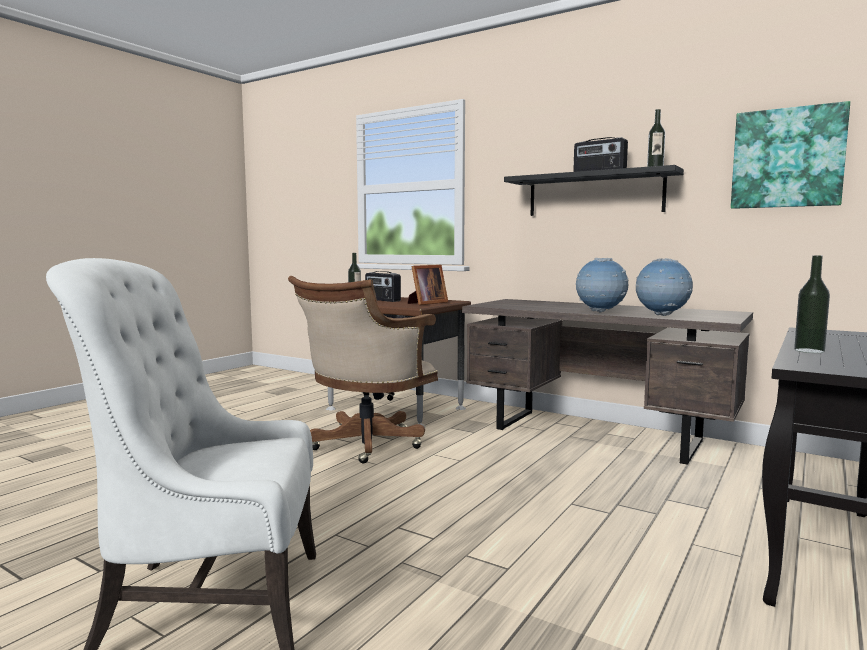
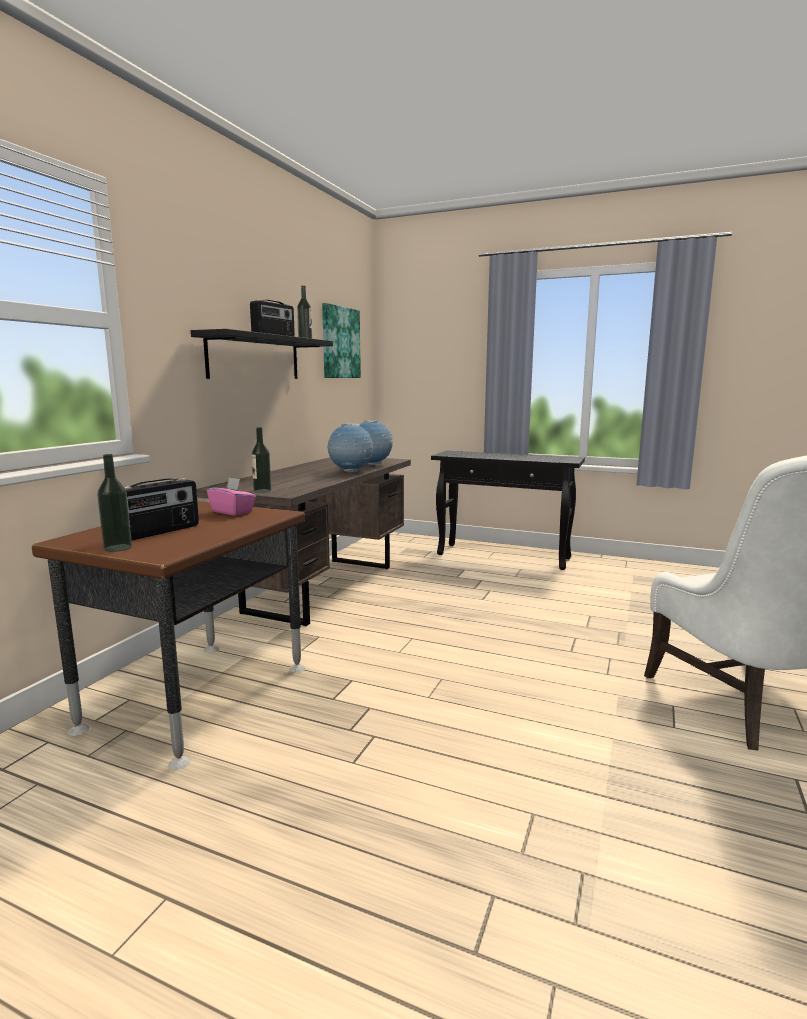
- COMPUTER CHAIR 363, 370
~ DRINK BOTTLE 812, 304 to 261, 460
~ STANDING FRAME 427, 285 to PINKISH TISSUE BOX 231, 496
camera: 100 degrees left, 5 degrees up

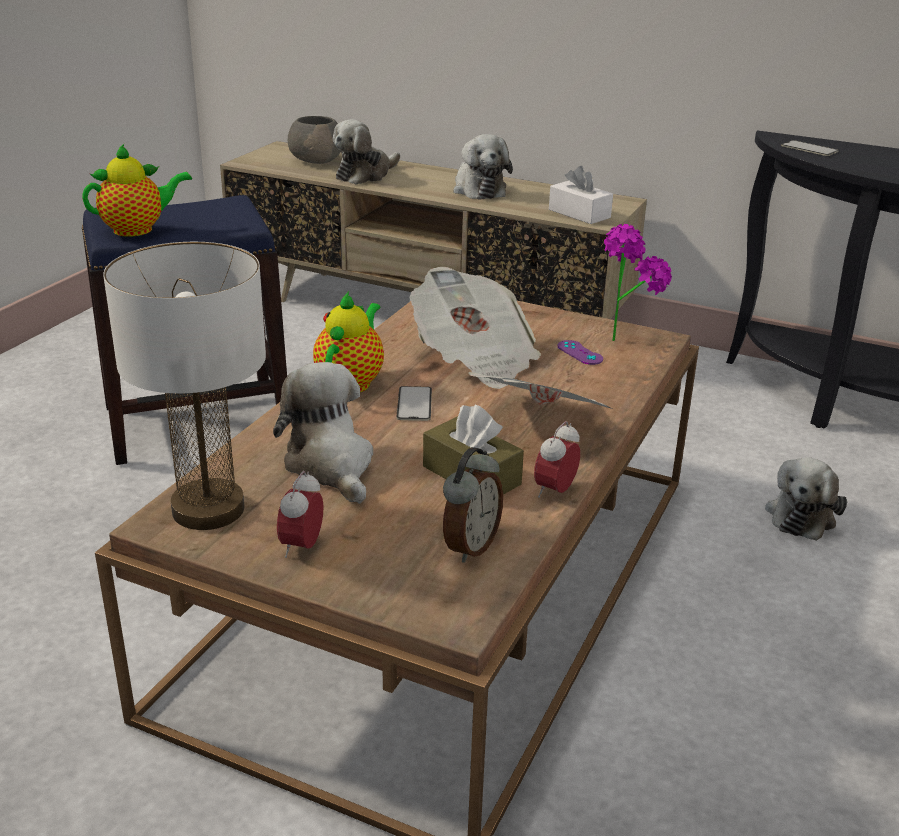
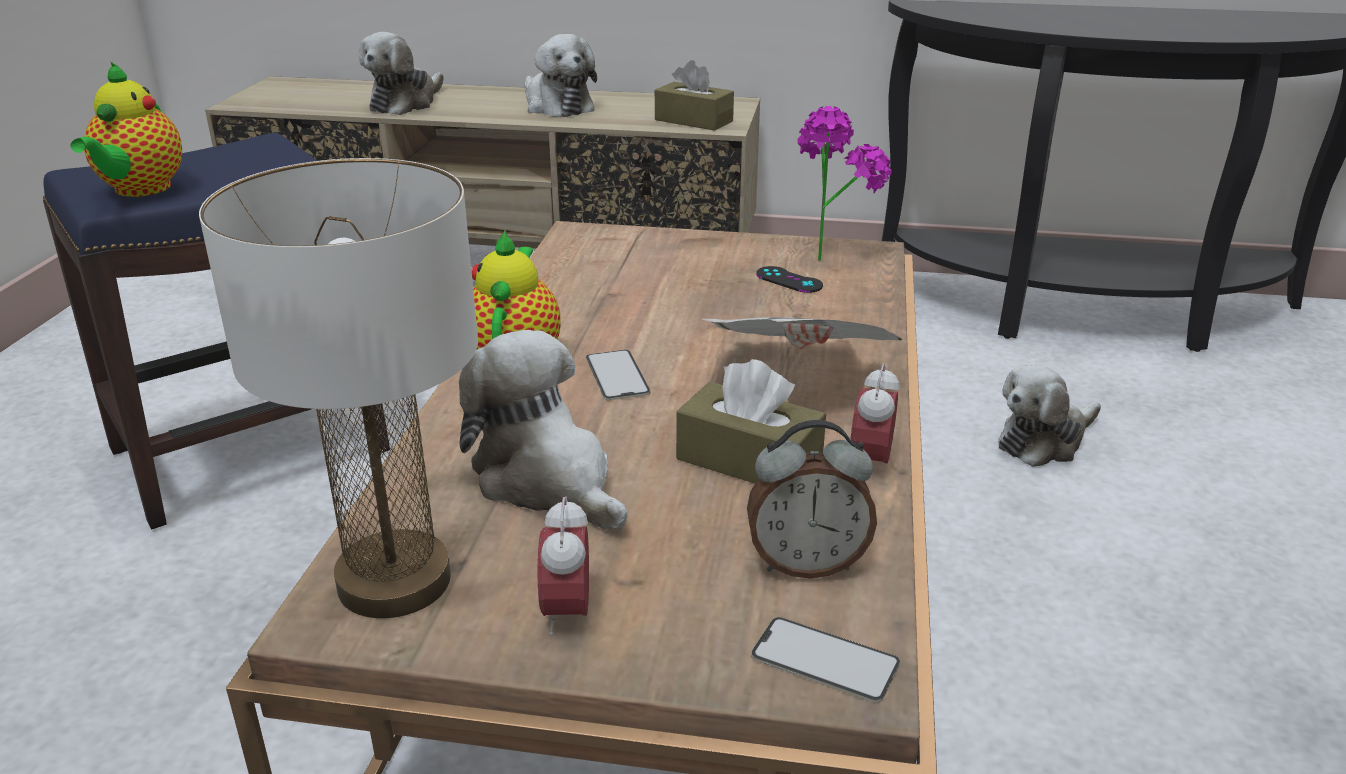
- GRAY DEEP DISH 314, 140
- DAILY PAPER 475, 328
~ HANDSET 810, 148 to 825, 660
~ WHITE-COLOURED TISSUE BOX 581, 195 to BROWN TISSUE BOX 694, 95
~ PURPLE-COLOURED GAME CONTROLLER 580, 352 to BLACKISH GAME CONTROLLER 789, 279
~ POT FOR TEA 137, 190 = 126, 129 135 degrees clockwise
~ ALARM CLOCK 473, 505 = 812, 499 75 degrees clockwise
~ SOFT TOY 806, 499 = 1049, 416 45 degrees clockwise
camera: 15 degrees left, 0 degrees up

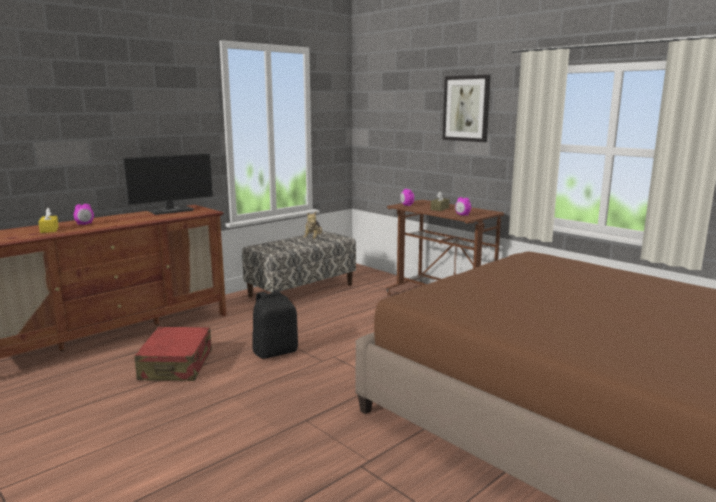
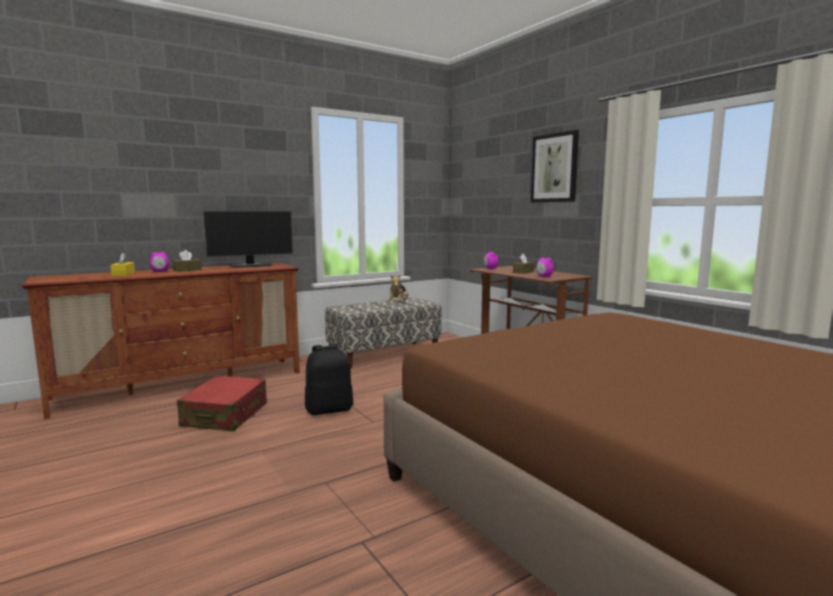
+ BROWN TISSUE BOX 187, 261
camera: 10 degrees right, 5 degrees down

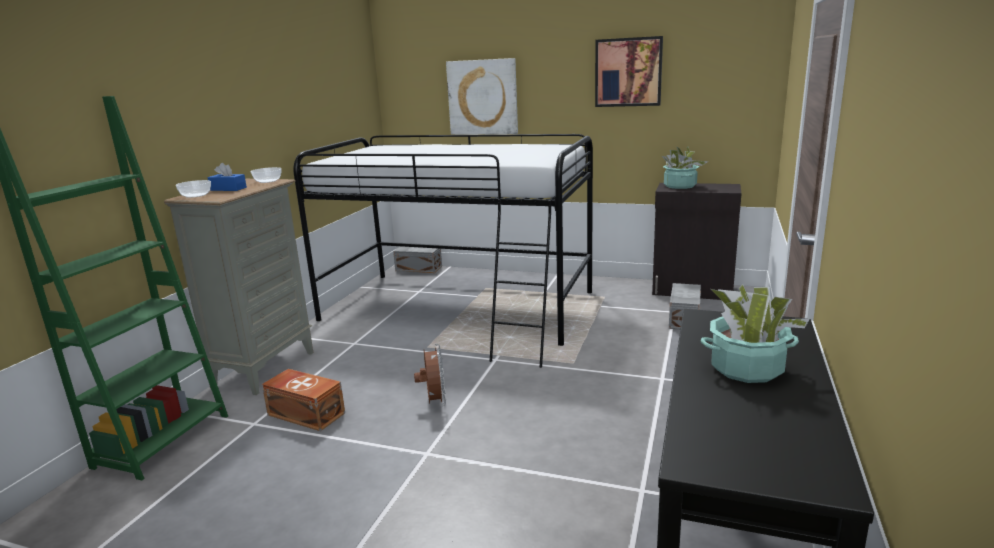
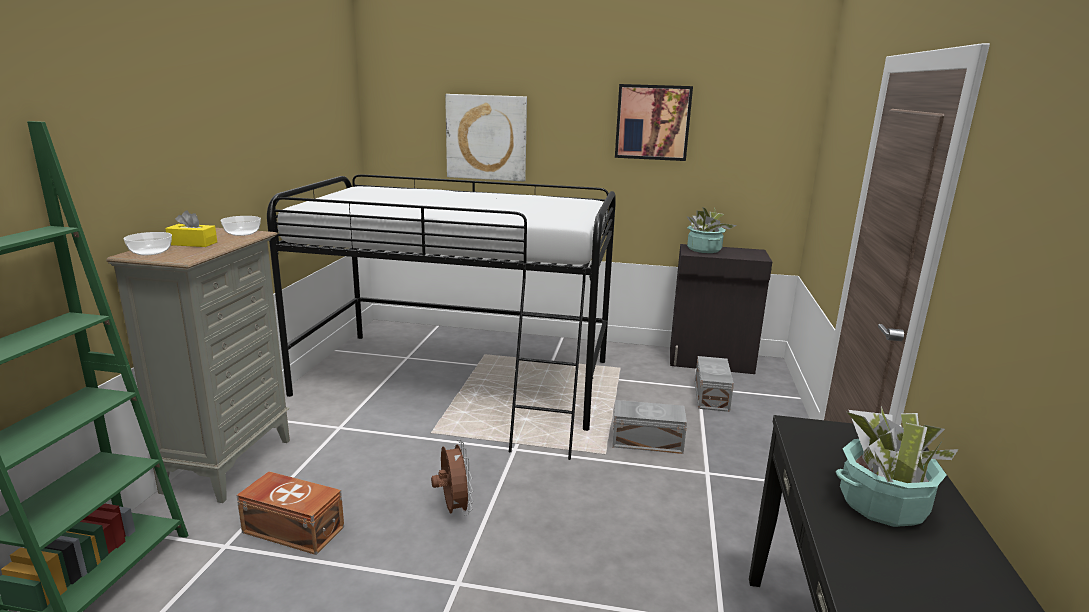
~ GRAY STORAGE BIN 417, 259 to 649, 427
~ BLUE-COLOURED TISSUE BOX 227, 177 to YELLOW TISSUE BOX 191, 228
camera: 10 degrees left, 0 degrees up

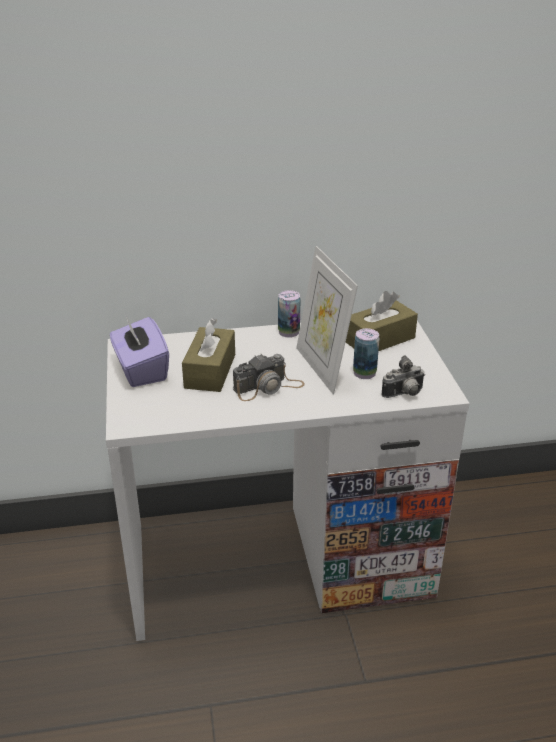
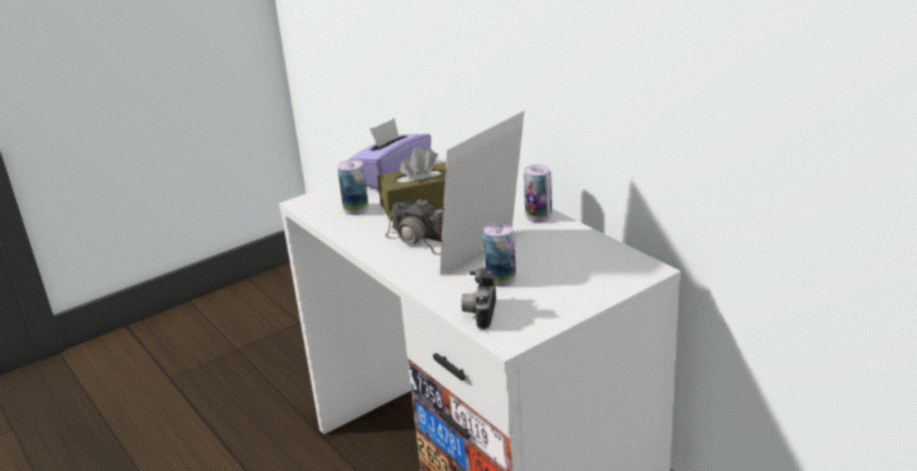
- BROWN TISSUE BOX 382, 321
+ METAL CAN 353, 187
~ STILL CAMERA 403, 376 = 478, 299 60 degrees clockwise
camera: 65 degrees right, 5 degrees down

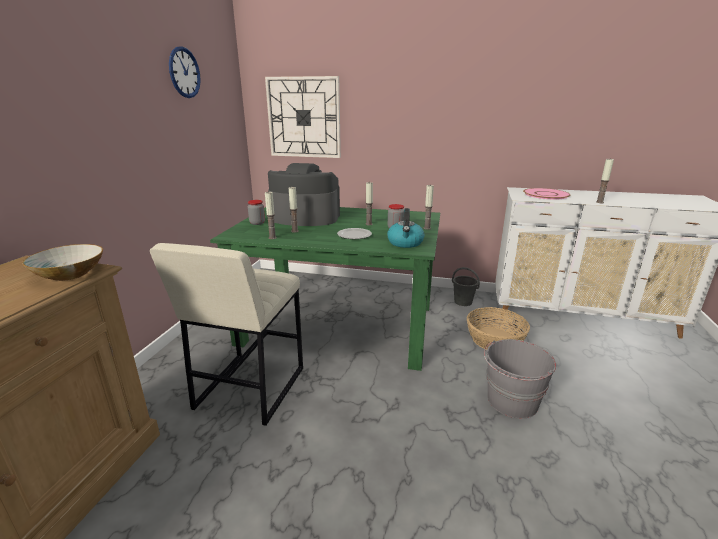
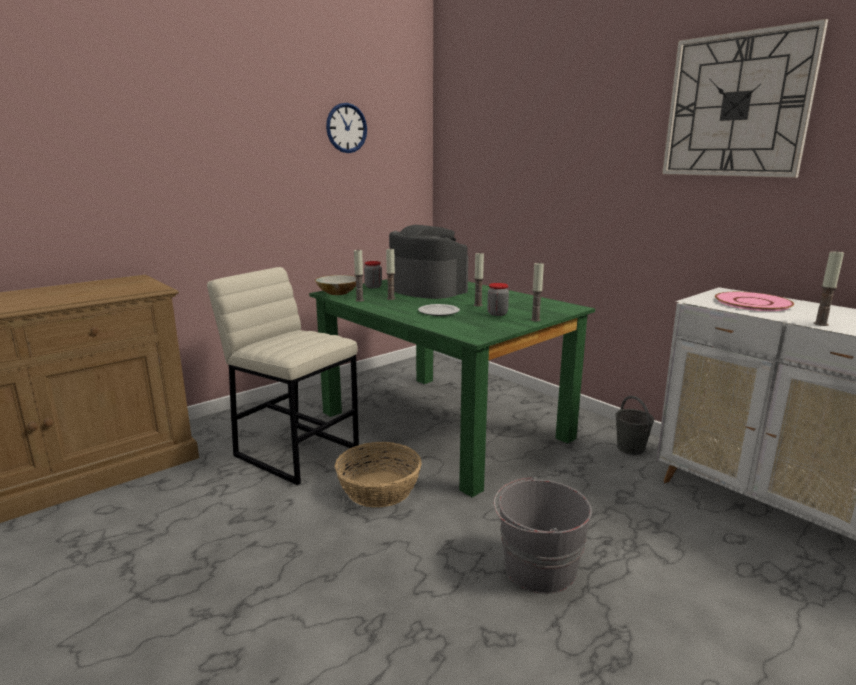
- KETTLE 405, 228
~ DEEP DISH 62, 262 to 335, 285
~ CLOCK ON THE WALL 303, 117 to 745, 98
~ HOUSEHOLD BASKET 498, 328 to 378, 475
~ BEIGE-COLOURED CHAIR 226, 334 = 283, 376 75 degrees clockwise
camera: 35 degrees right, 5 degrees down

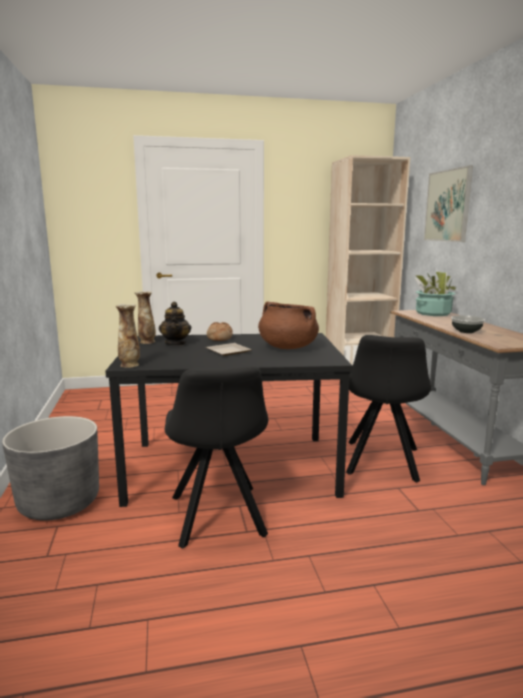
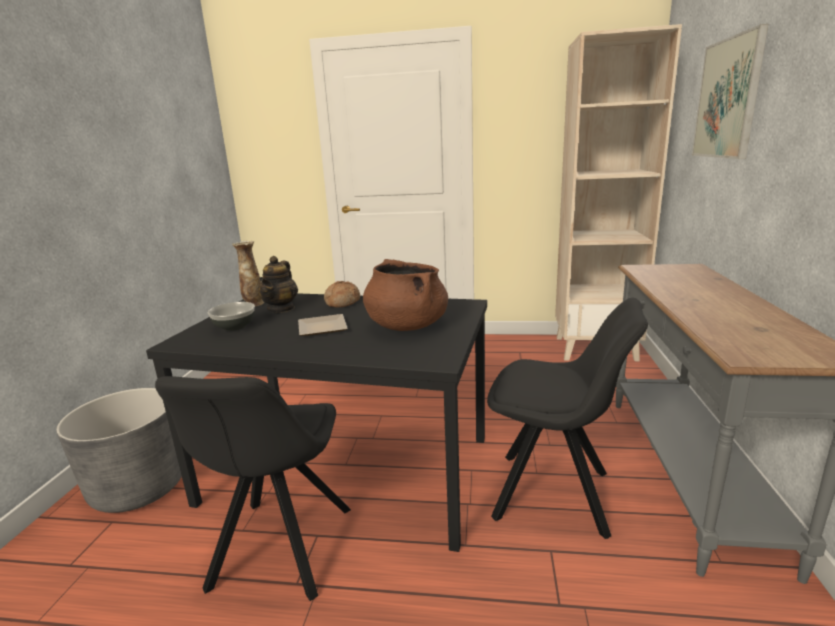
- DECORATIVE VASE 128, 336
- HOUSEPLANT 436, 293
~ DEEP DISH 468, 324 to 231, 316
~ BLACKISH CHAIR 388, 408 = 567, 418 105 degrees counterclockwise
camera: 20 degrees right, 5 degrees up

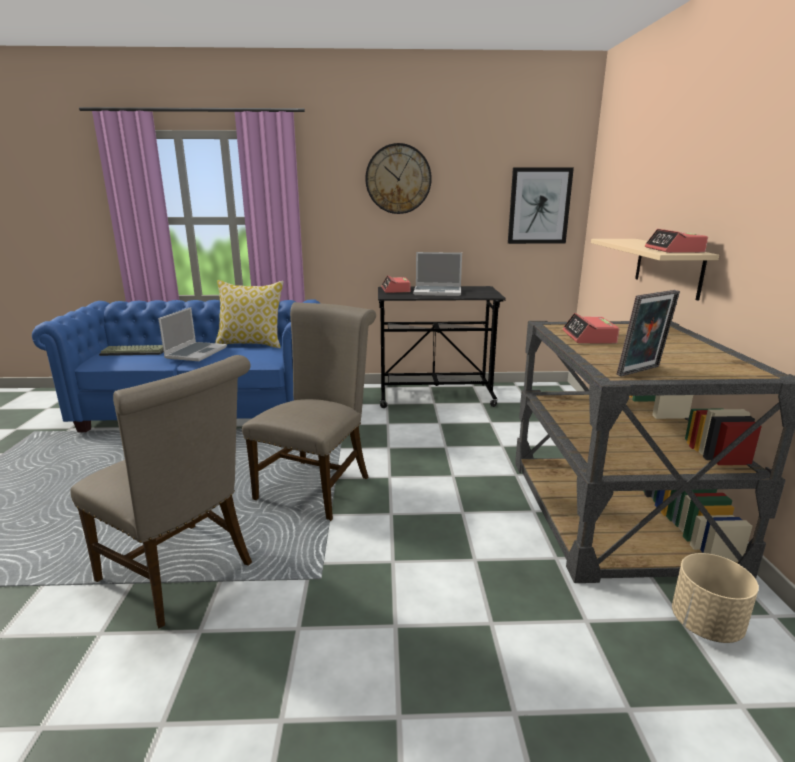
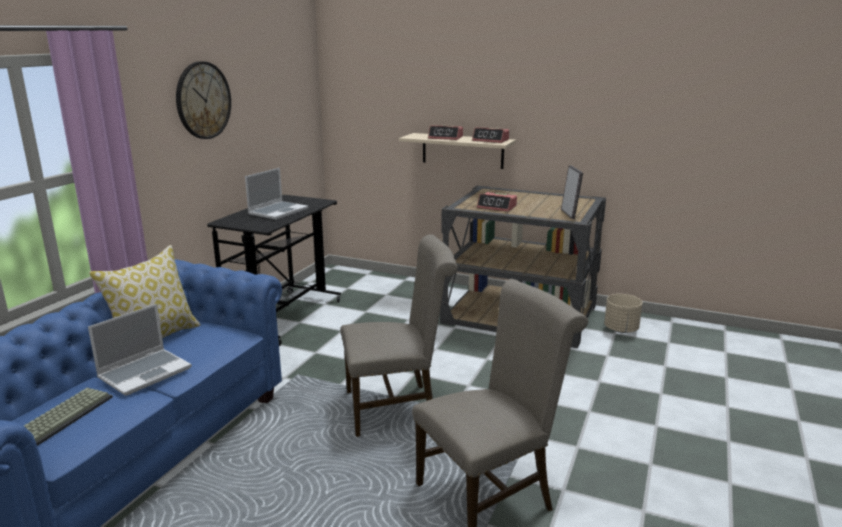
- WALL PICTURE 541, 205
~ ALARM CLOCK 395, 284 to 445, 132
~ PORTABLE COMPUTER 192, 334 = 140, 350 90 degrees clockwise
~ BEIGE-COLOURED CHAIR 309, 411 = 399, 335 120 degrees clockwise
camera: 65 degrees left, 0 degrees up

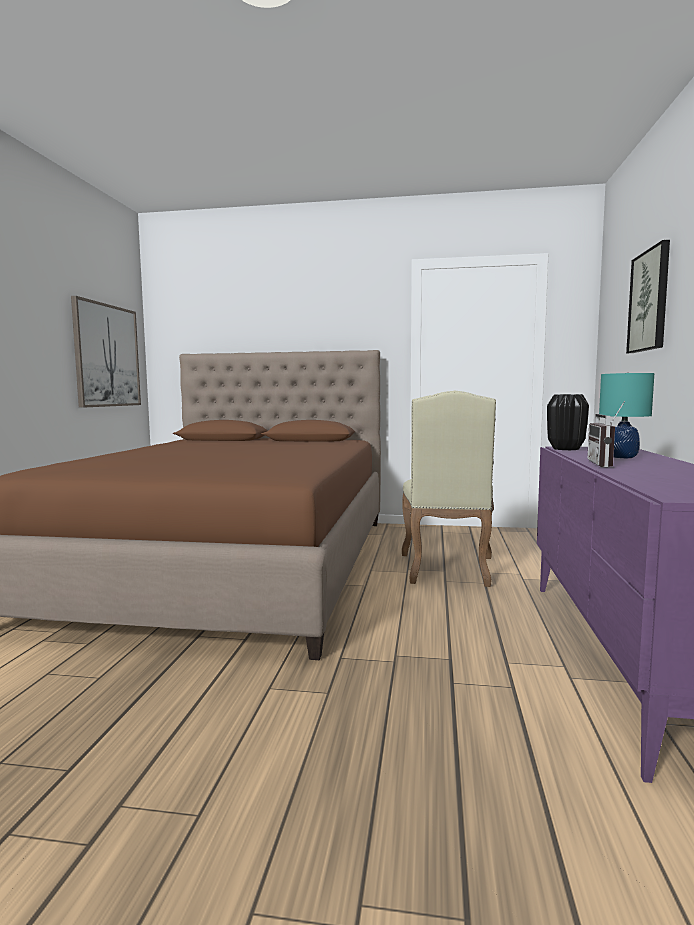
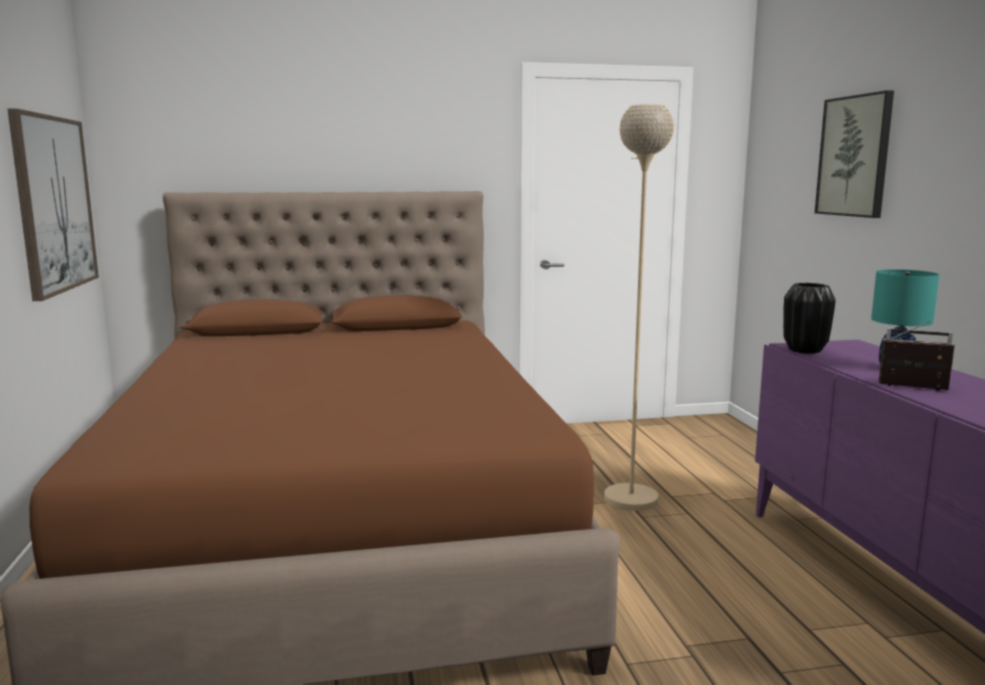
~ BEIGE-COLOURED CHAIR 449, 489 to BEIGE-COLOURED FLOOR LAMP 639, 307
~ RADIO SET 606, 434 = 916, 355 120 degrees clockwise
camera: 20 degrees left, 5 degrees up

